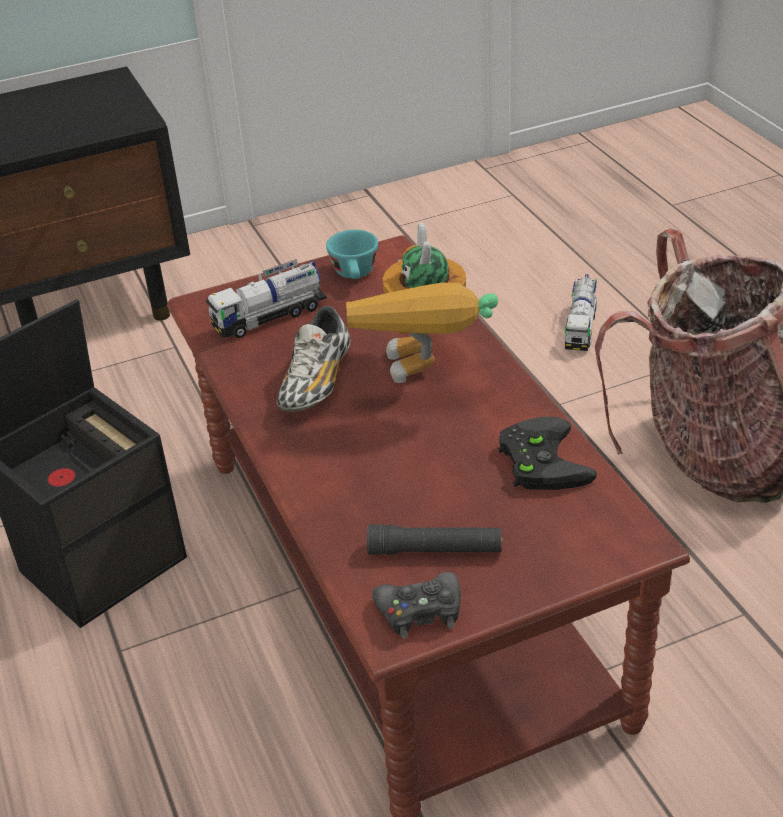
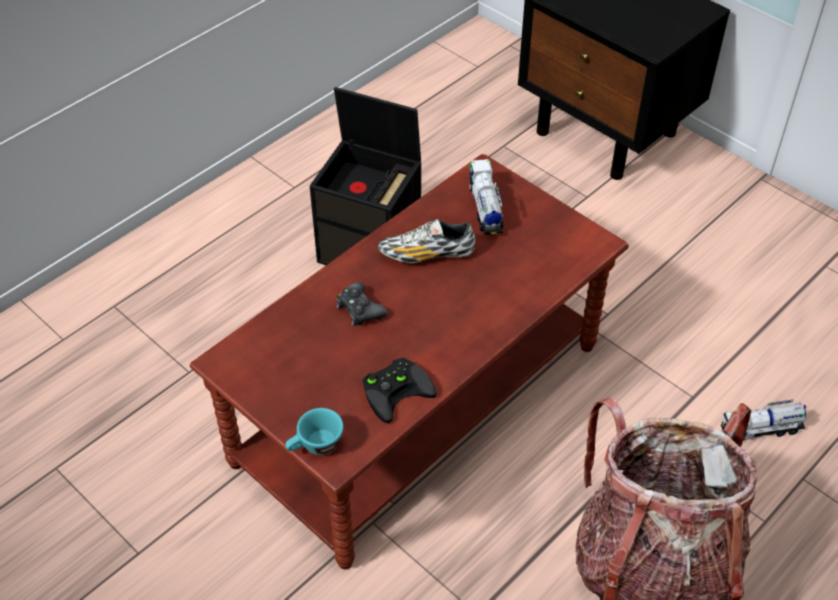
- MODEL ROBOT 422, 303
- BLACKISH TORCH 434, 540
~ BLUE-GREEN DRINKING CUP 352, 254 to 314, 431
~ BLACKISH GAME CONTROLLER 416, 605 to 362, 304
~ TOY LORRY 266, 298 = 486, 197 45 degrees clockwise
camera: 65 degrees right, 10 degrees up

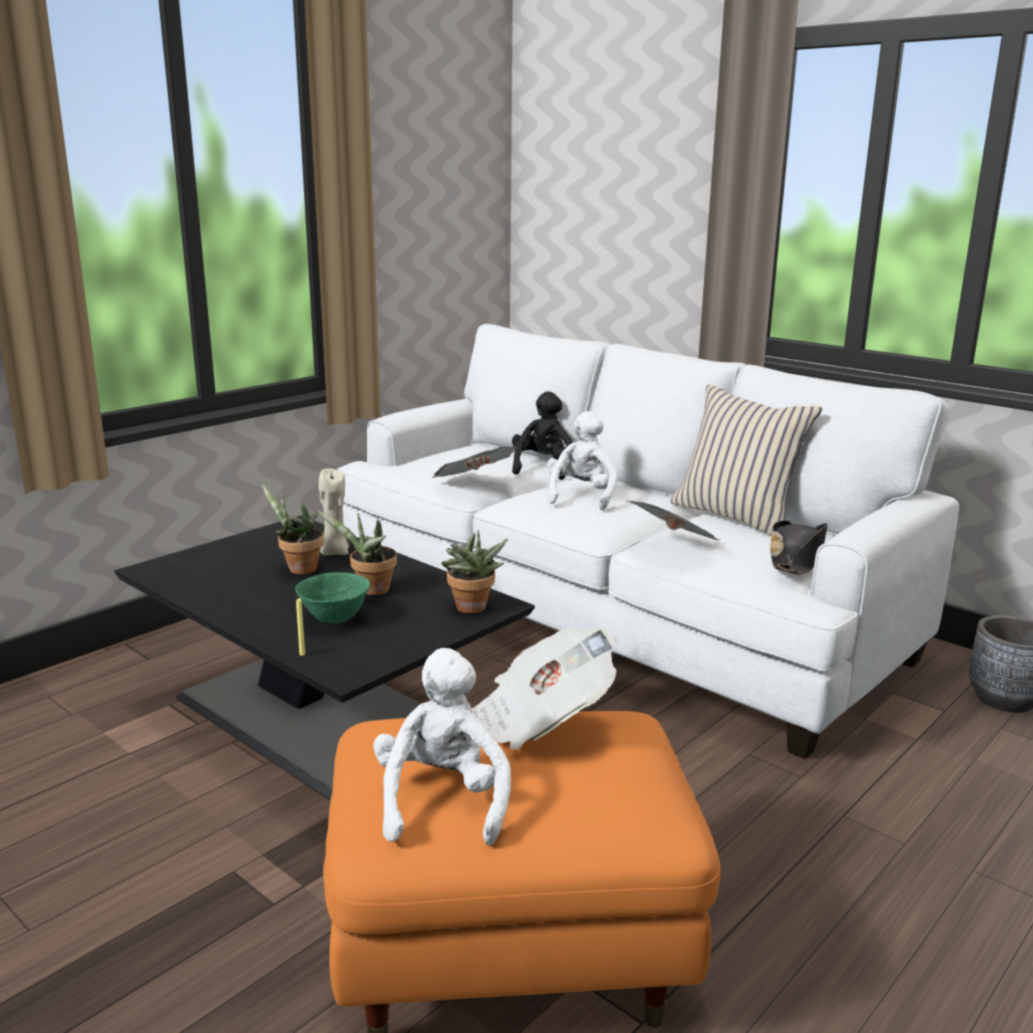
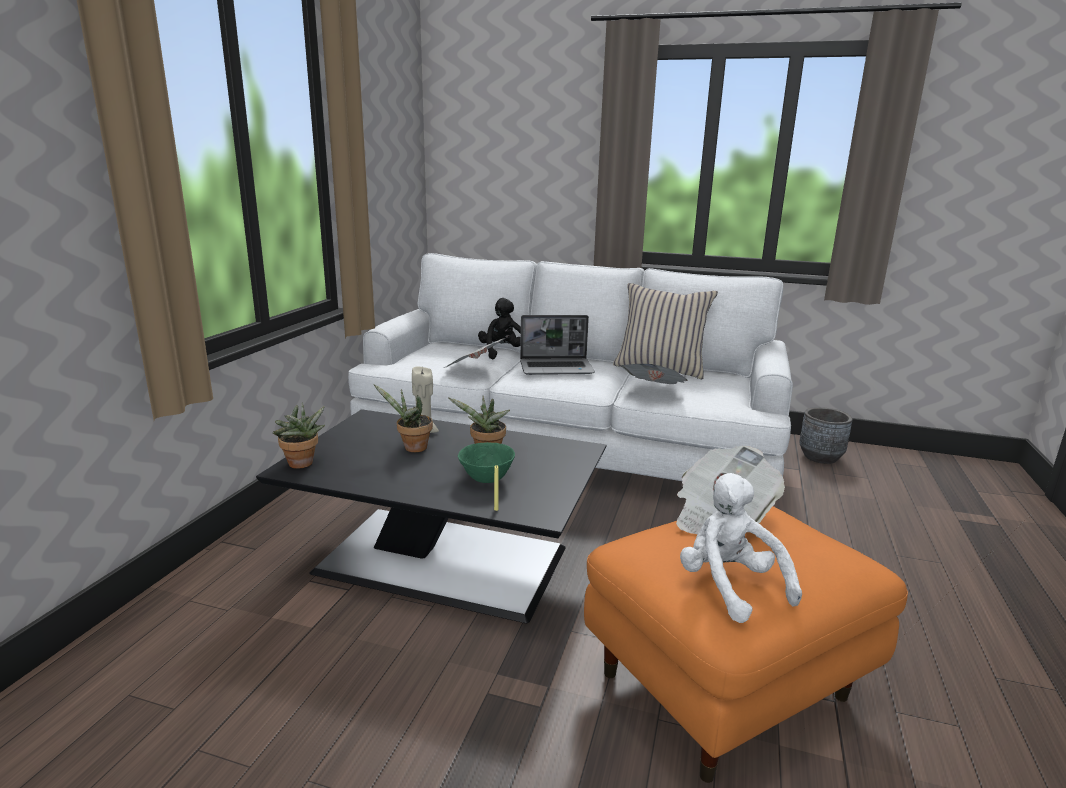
- BLACKISH CLOTHING HAT 799, 547
~ HOUSEPLANT 474, 572 to 299, 435
~ WHITE-COLOURED SOFT TOY 582, 460 to PORTABLE COMPUTER 557, 345
camera: 25 degrees left, 0 degrees up

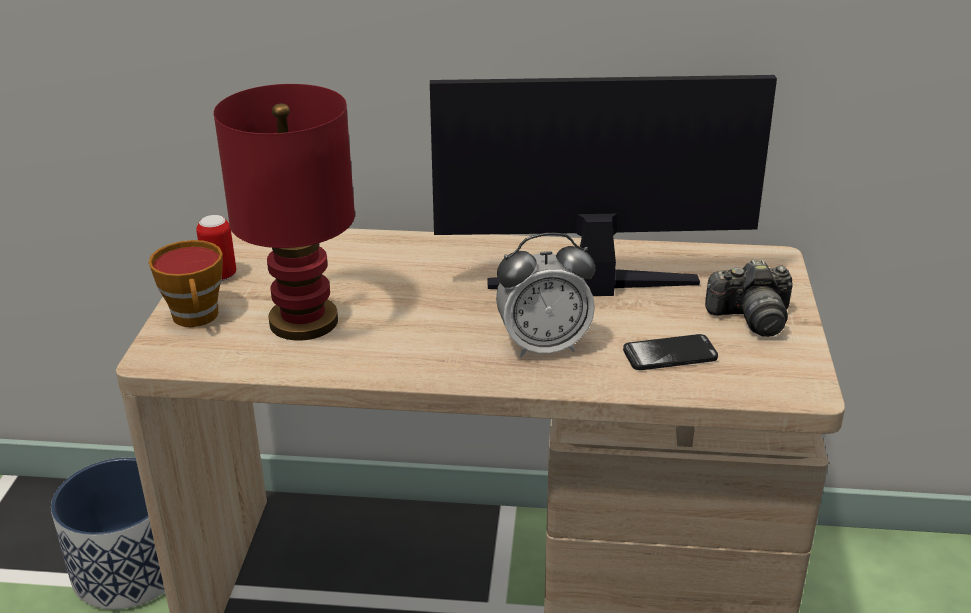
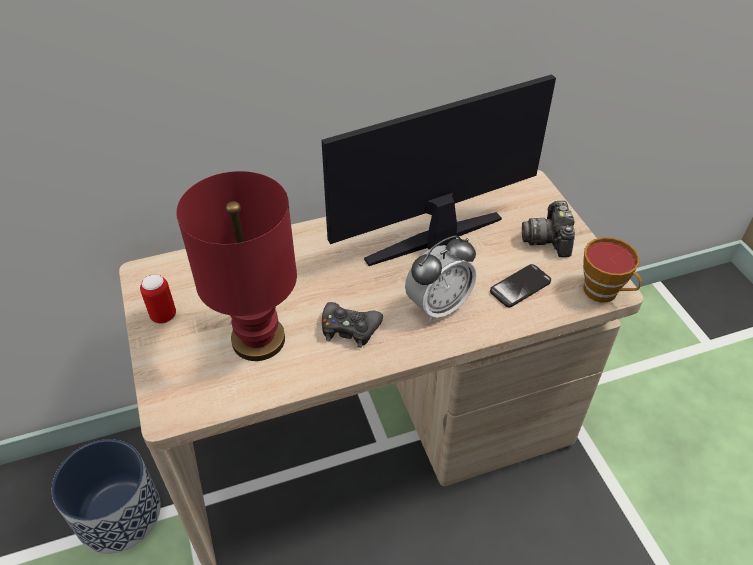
+ BLACKISH GAME CONTROLLER 352, 325
~ DRINKING CUP 185, 283 to 612, 270
~ STILL CAMERA 749, 298 = 548, 229 120 degrees clockwise
camera: 25 degrees left, 15 degrees up

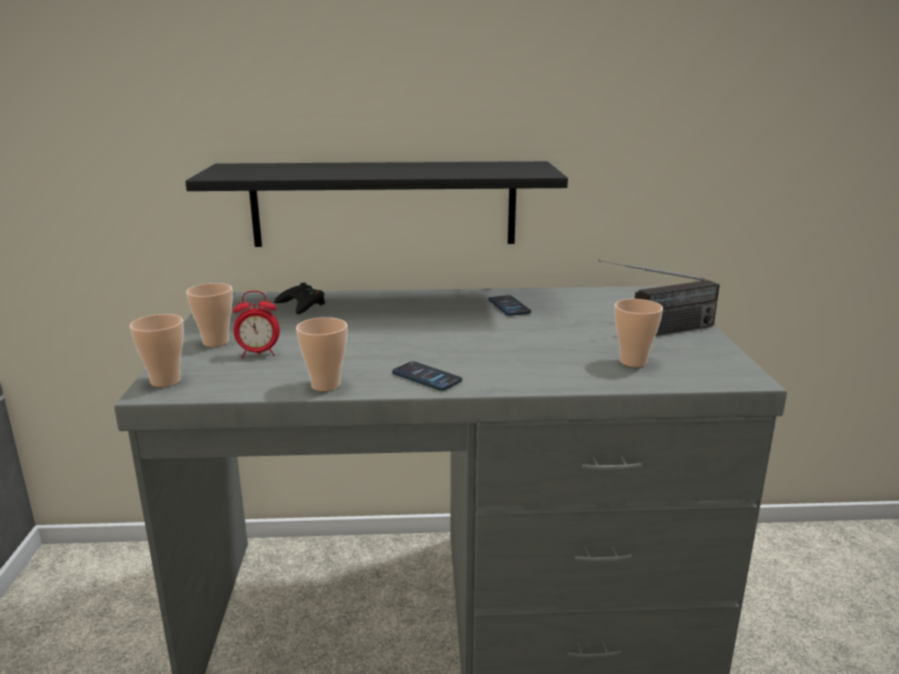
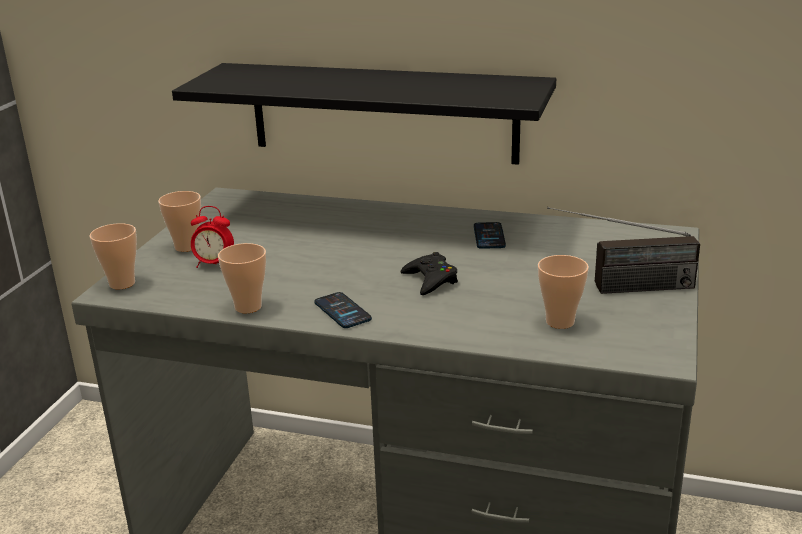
~ BLACKISH GAME CONTROLLER 299, 298 to 429, 273
camera: 20 degrees right, 5 degrees up

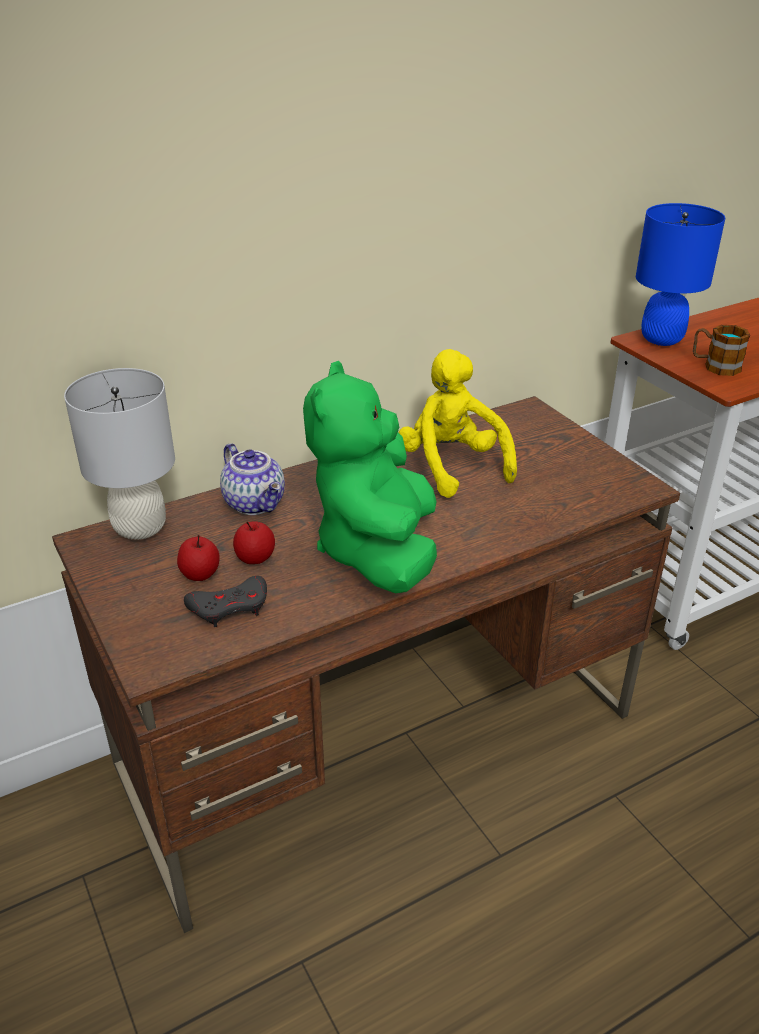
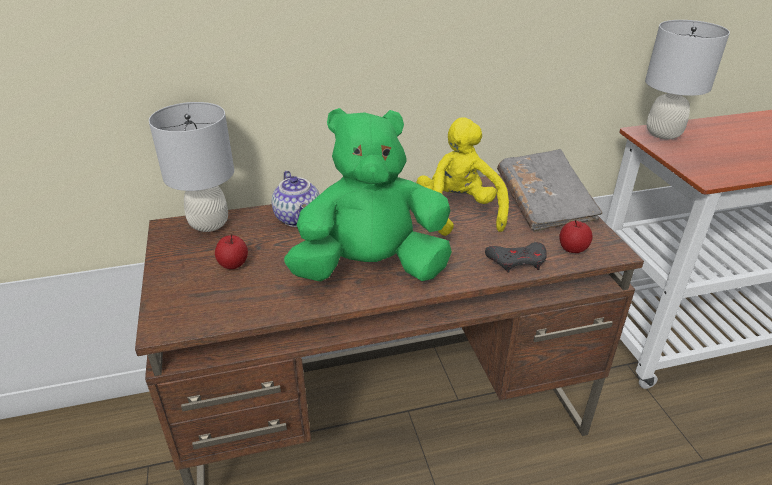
- TEA MUG 721, 350
+ GRAY BOOK 550, 190
~ GRAY GAME CONTROLLER 225, 601 to 516, 257
~ WHOLE APPLE 254, 542 to 576, 236
~ BLUE-COLOURED TABLETOP LAMP 680, 274 to GRAY TABLETOP LAMP 687, 79
~ GREENISH SOFT TOY 370, 477 = 368, 195 60 degrees clockwise
camera: 15 degrees right, 0 degrees up

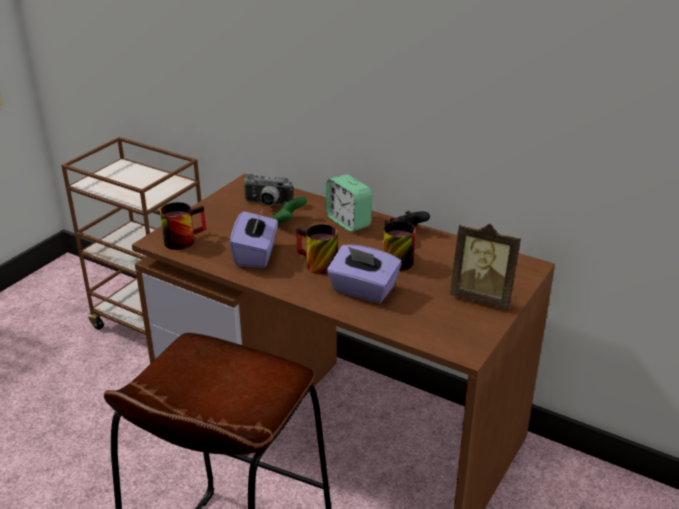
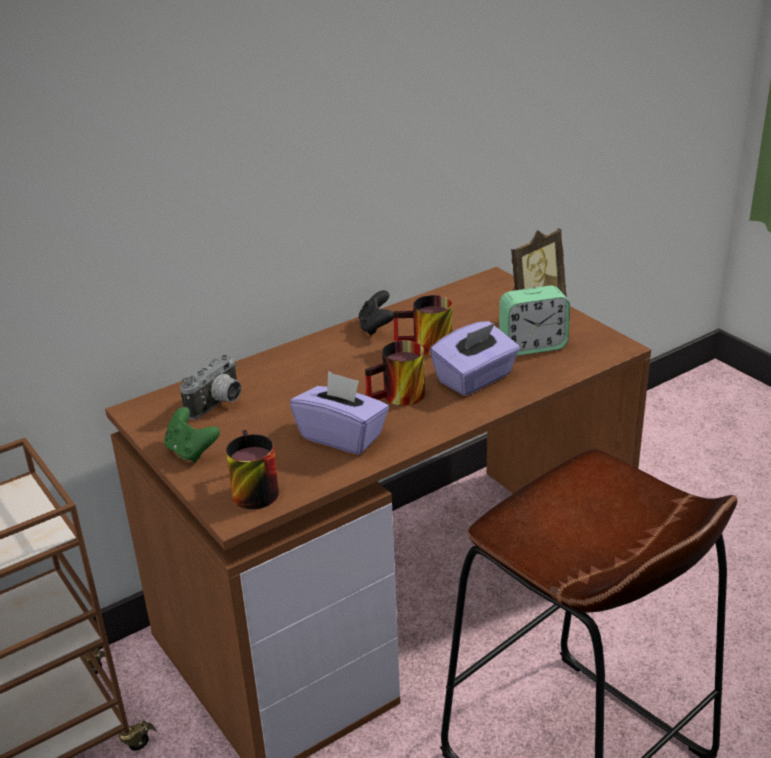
~ GREENISH GAME CONTROLLER 289, 211 to 192, 435
~ ALARM CLOCK 349, 203 to 534, 320
camera: 65 degrees left, 0 degrees up

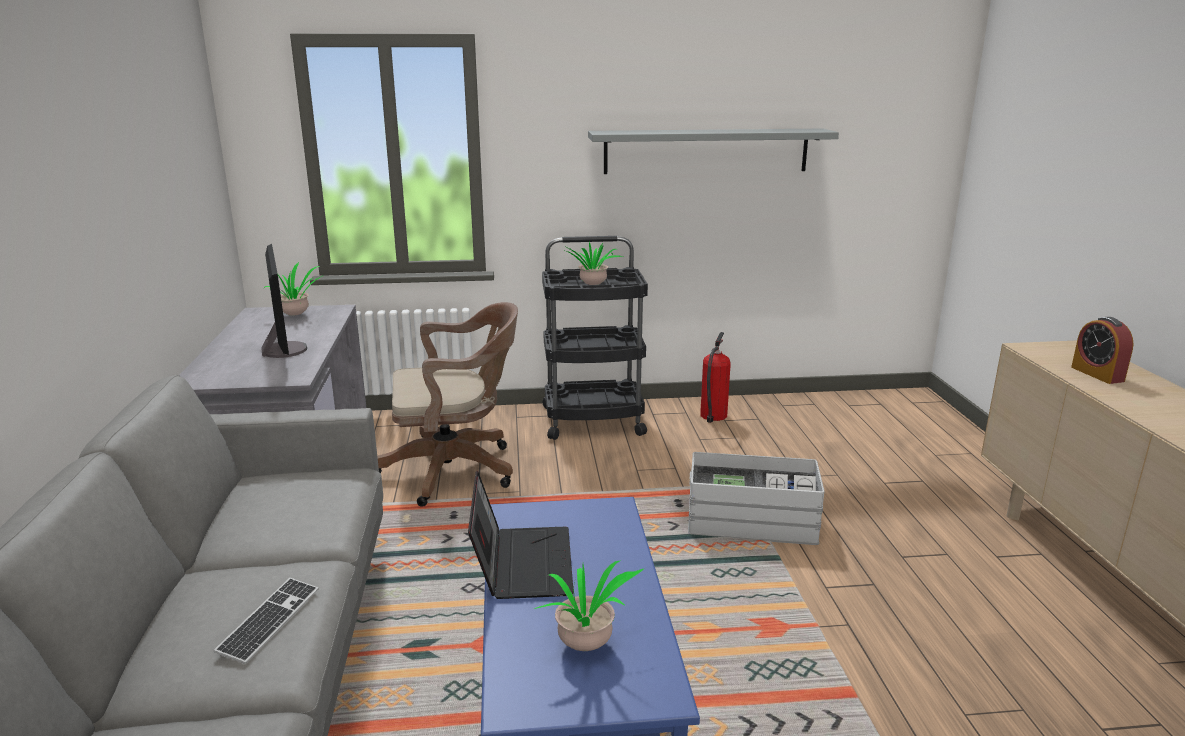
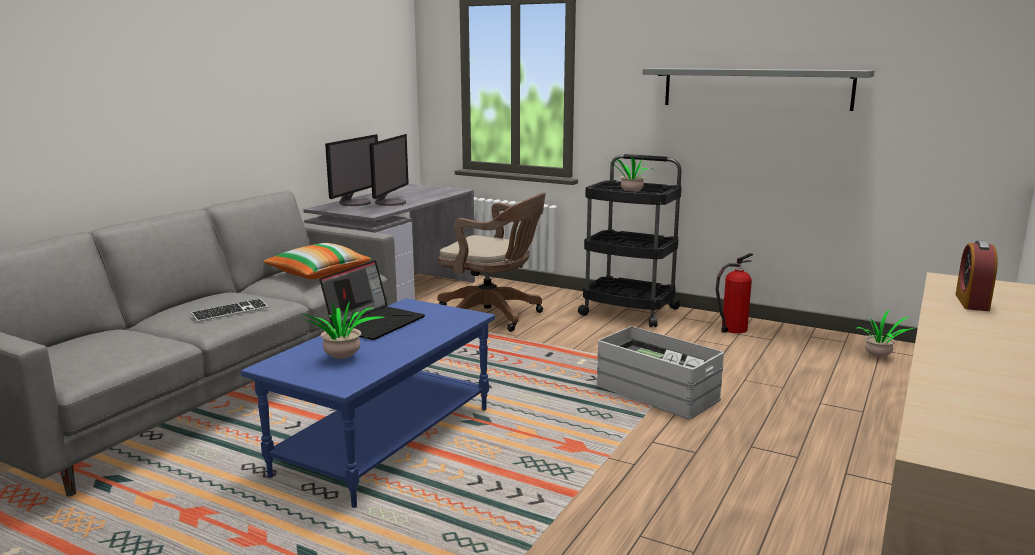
+ CUSHION 318, 261
+ COMPUTER SCREEN 351, 170
~ HOUSEPLANT 293, 288 to 885, 333
camera: 35 degrees right, 5 degrees down

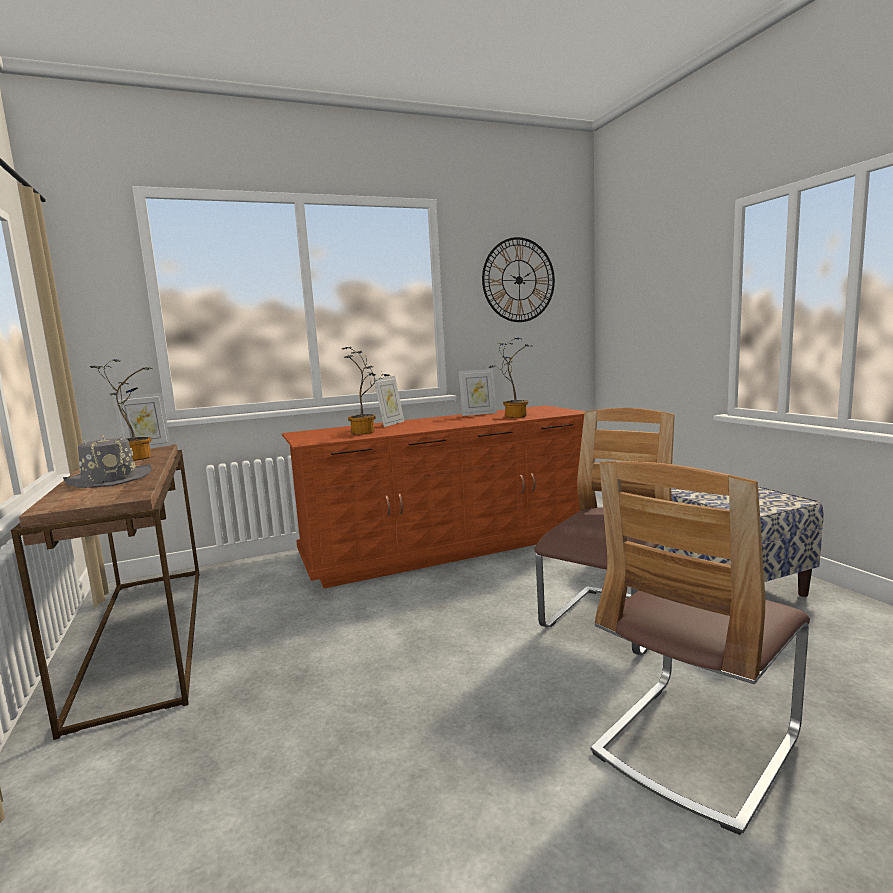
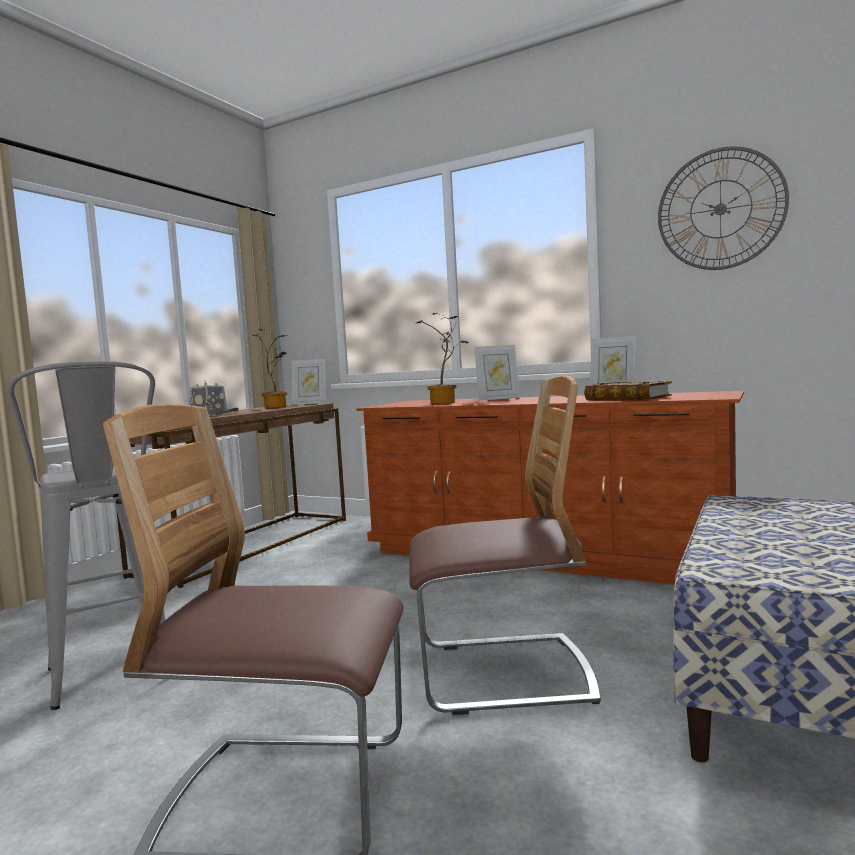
+ GRAY SITTING STOOL 87, 535
~ HOUSEPLANT 510, 378 to BOOK 628, 390
camera: 50 degrees right, 5 degrees down

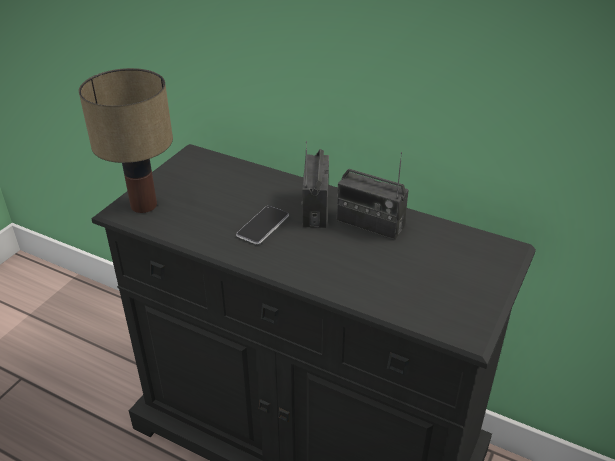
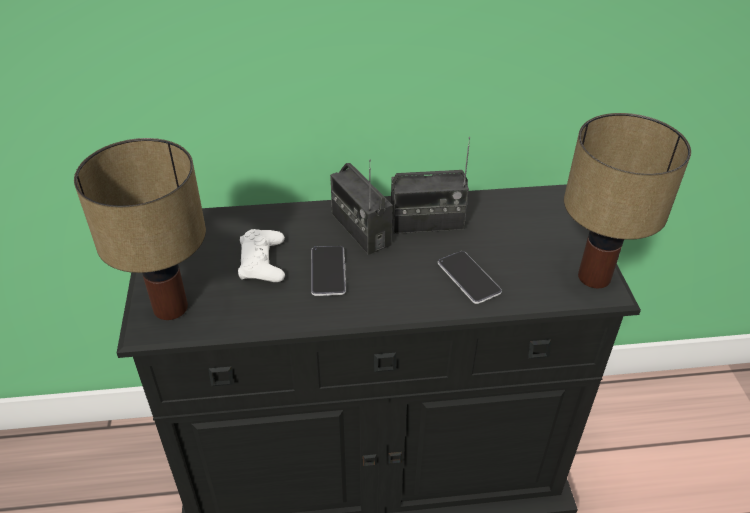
+ WHITE-COLOURED GAME CONTROLLER 261, 255
+ HANDSET 470, 277
+ TABLETOP LAMP 627, 200
camera: 35 degrees left, 5 degrees up

